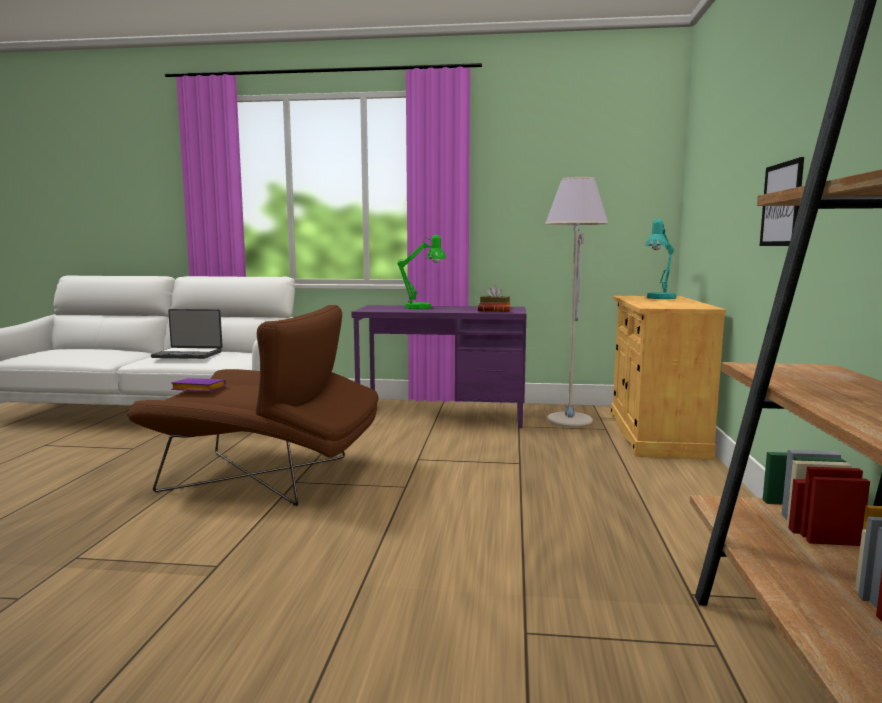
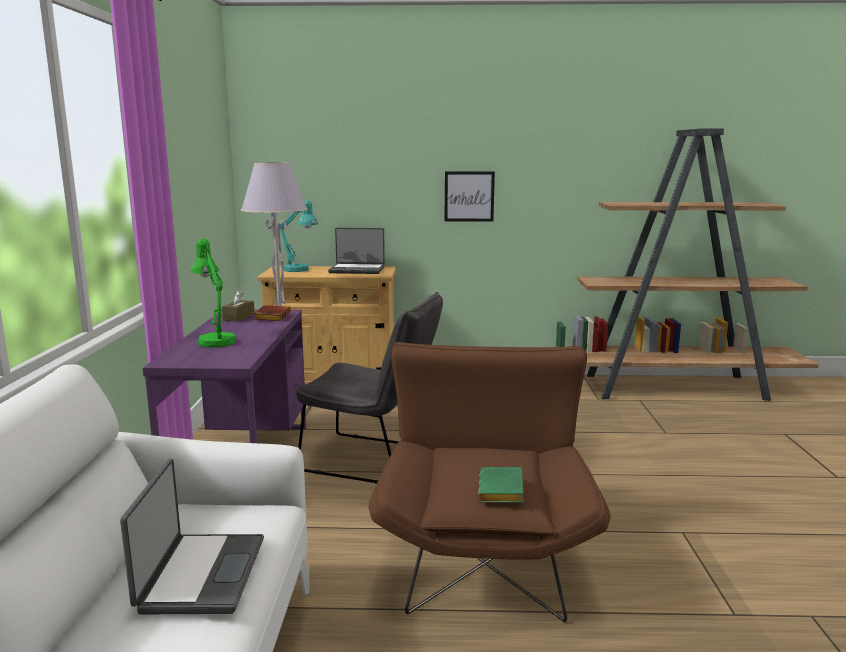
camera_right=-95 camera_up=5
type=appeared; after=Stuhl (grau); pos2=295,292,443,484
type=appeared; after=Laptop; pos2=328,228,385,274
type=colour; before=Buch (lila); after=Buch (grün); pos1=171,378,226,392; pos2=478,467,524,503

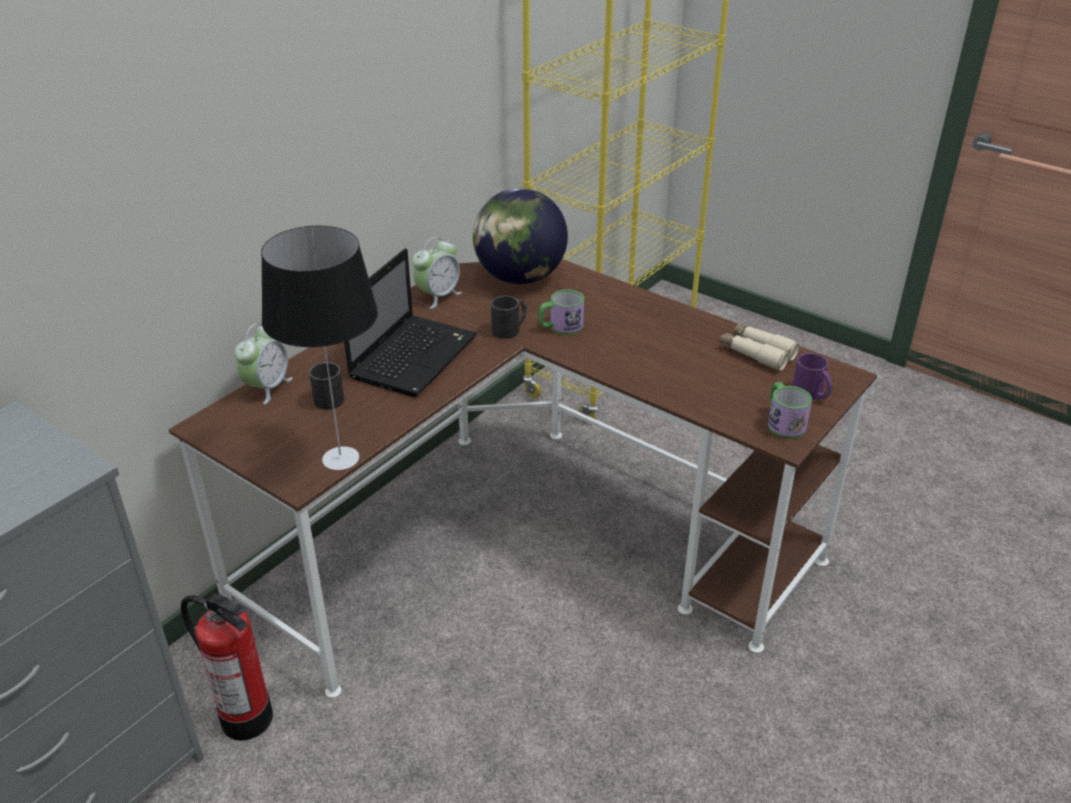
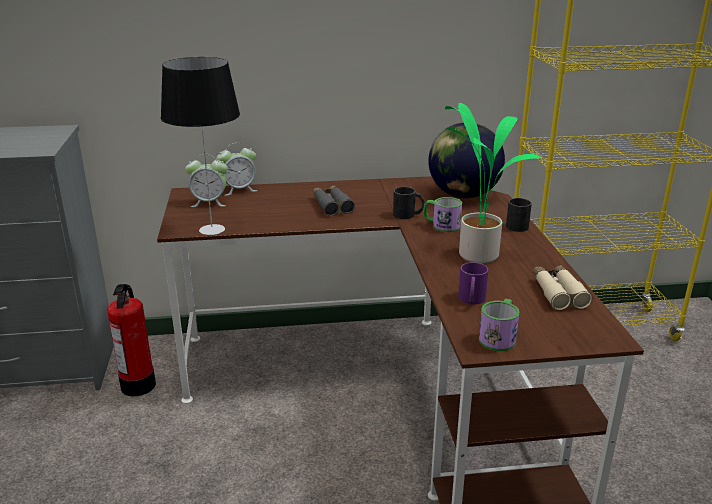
camera_right=45 camera_up=-10
type=relocated; before=Wecker; pos1=412,237,462,309; pos2=185,154,227,207
type=exchanged; before=Laptop; after=Fernglas (grau); pos1=344,249,477,397; pos2=313,186,355,216
type=appeared; after=Topfpflanze; pos2=445,103,541,263
type=relocated; before=Henkelbecher (lila); pos1=792,353,832,400; pos2=458,262,488,305
type=relocated; before=Henkelbecher (schwarz); pos1=309,362,344,410; pos2=506,198,532,232

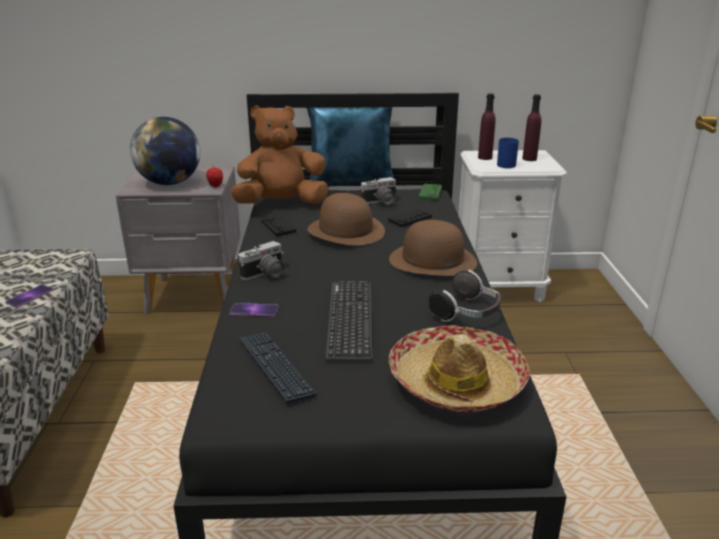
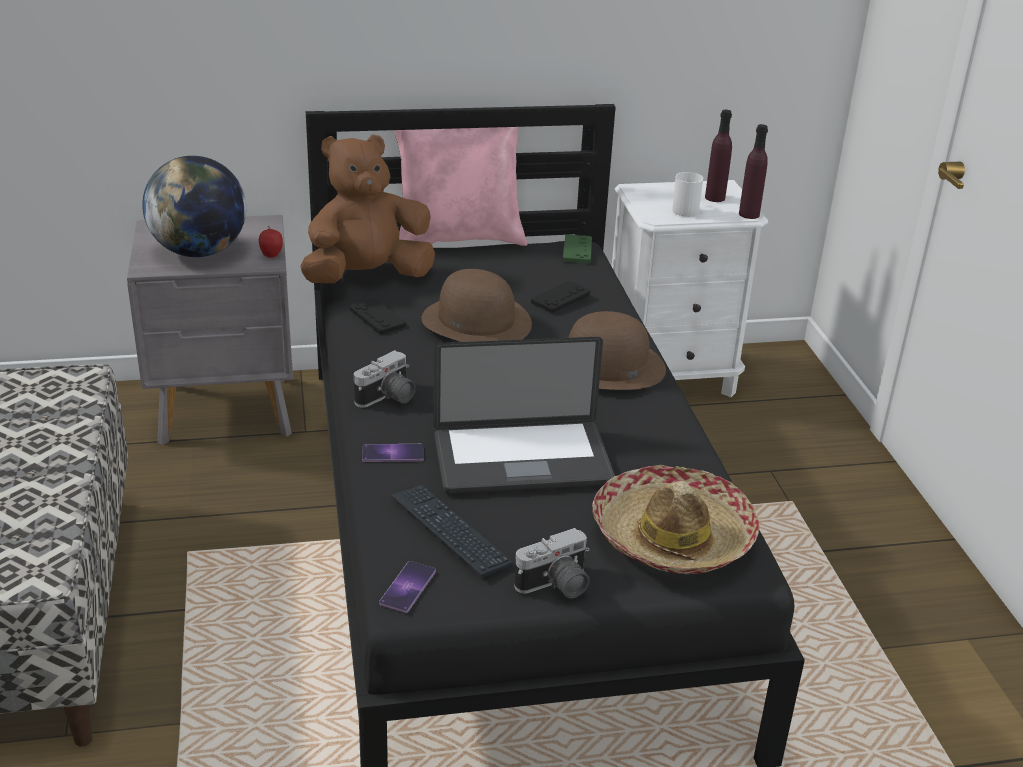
camera_right=-10 camera_up=5
type=relocated; before=Handy; pos1=5,285,54,308; pos2=379,561,436,613
type=colour; before=Kissen (blau); after=Kissen (rosa); pos1=307,107,397,189; pos2=394,127,528,246
type=exchanged; before=Tastatur; after=Laptop; pos1=325,281,373,361; pos2=433,337,615,494
type=relocated; before=Kamera; pos1=361,177,397,205; pos2=514,528,590,598
type=colour; before=Henkelbecher (blau); after=Henkelbecher (weiß); pos1=497,138,519,168; pos2=672,172,703,217
type=relocated; before=Flasche (lila); pos1=478,93,496,160; pos2=739,124,768,219
type=missing; before=Kopfhörer; pos1=428,270,501,322

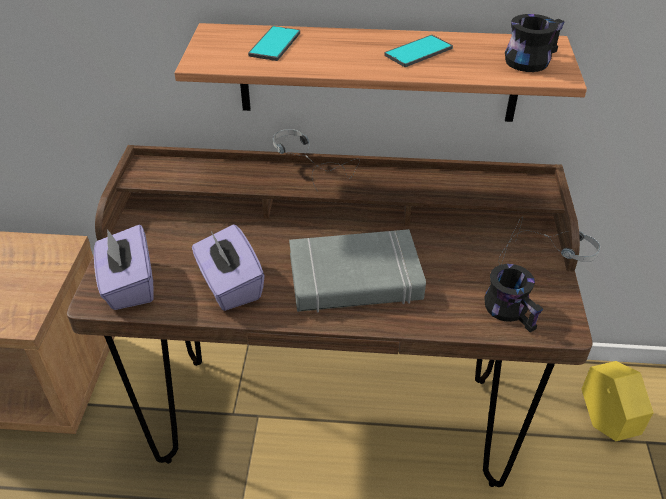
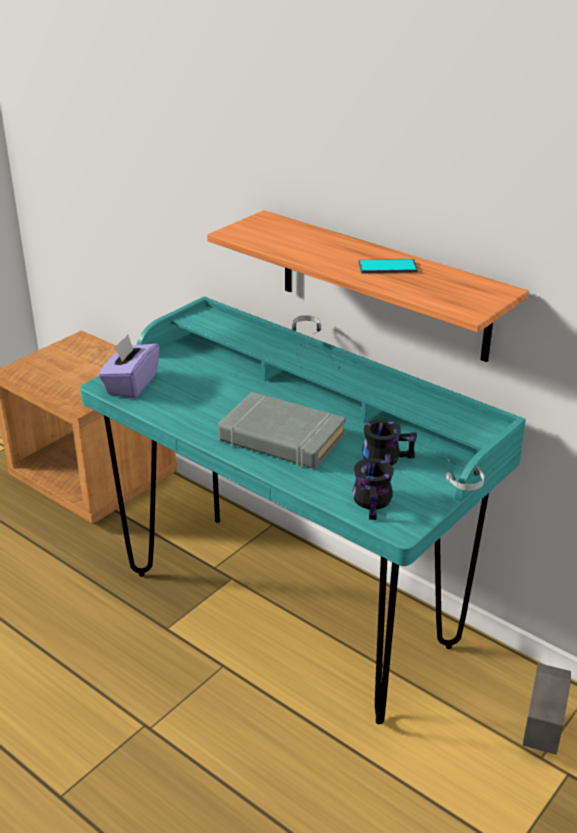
camera_right=35 camera_up=-10
type=colour; before=Schreibtisch (braun); after=Schreibtisch (türkis); pos1=67,145,593,487; pos2=80,296,526,724
type=relocated; before=Henkelbecher (schwarz); pos1=505,14,565,72; pos2=362,419,417,465
type=colour; before=Pflanzkübel (gelb); after=Pflanzkübel (grau); pos1=582,361,653,441; pos2=522,663,571,754
type=missing; before=Taschentuchbox (lila); pos1=192,224,265,311
type=missing; before=Handy; pos1=248,26,300,61

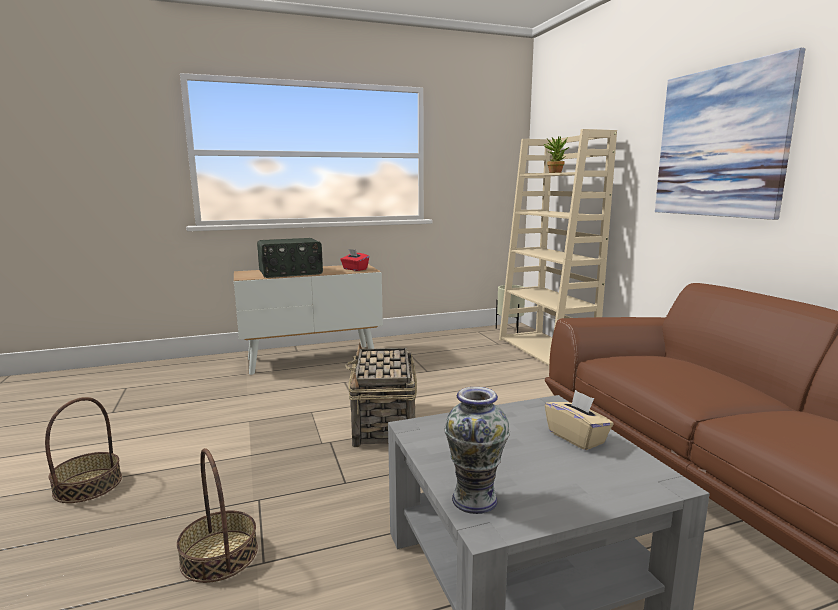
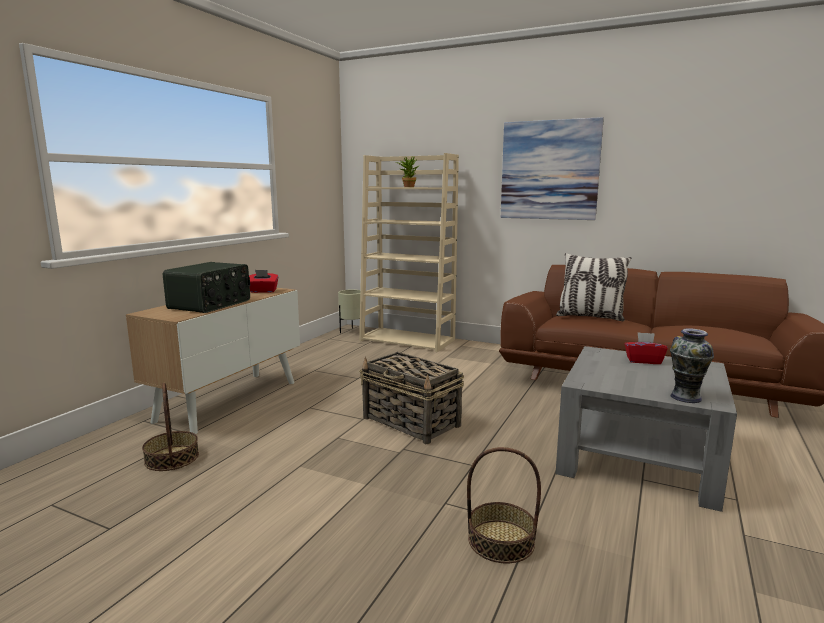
camera_right=-45 camera_up=0
type=relocated; before=Korb; pos1=45,397,122,503; pos2=142,383,199,471
type=appeared; after=Kissen; pos2=556,253,631,321
type=colour; before=Taschentuchbox (beige); after=Taschentuchbox (rot); pos1=545,390,614,450; pos2=625,332,668,364

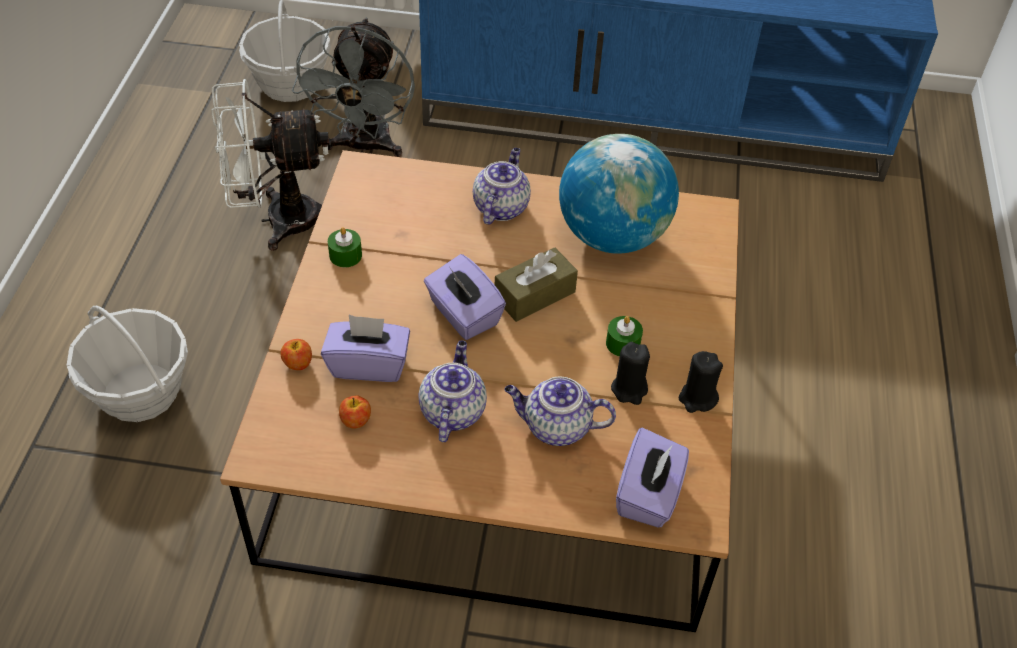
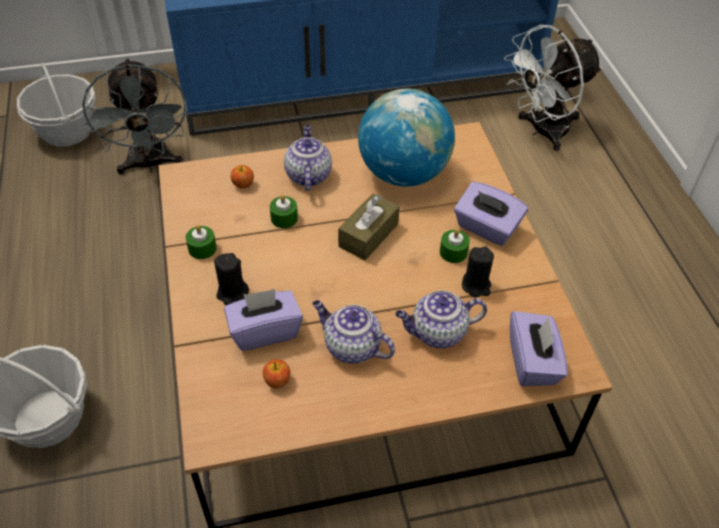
camera_right=-20 camera_up=0
type=relocated; before=Kerze (schwarz); pos1=679,351,723,413; pos2=214,253,249,305
type=relocated; before=Apfel; pos1=280,339,312,370; pos2=230,165,254,188
type=appeared; after=Kerze (grün); pos2=270,195,298,228
type=spun; before=Teekanne; pos1=418,341,487,442; pos2=312,300,395,364; turn=-45
type=relocated; before=Taschentuchbox (lila); pos1=424,254,506,340; pos2=454,182,528,246
type=relocated; before=Ventilator (weiß); pos1=212,79,329,251; pos2=504,25,602,151

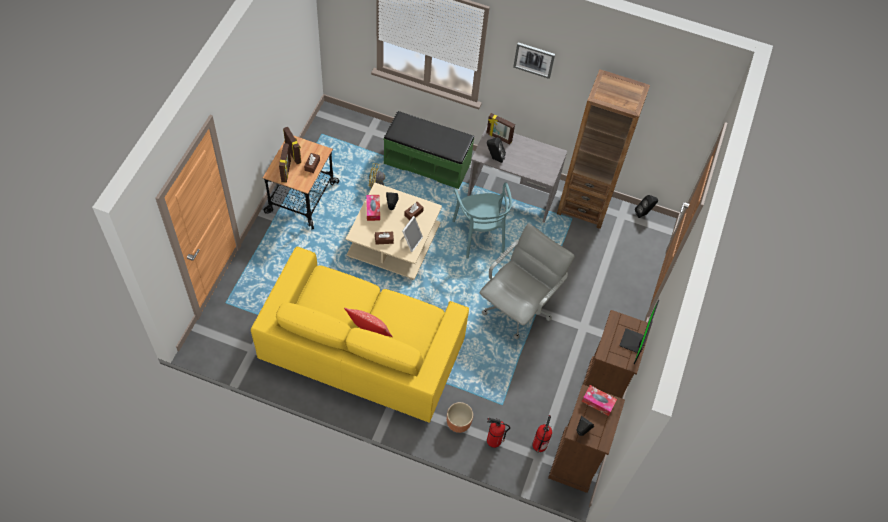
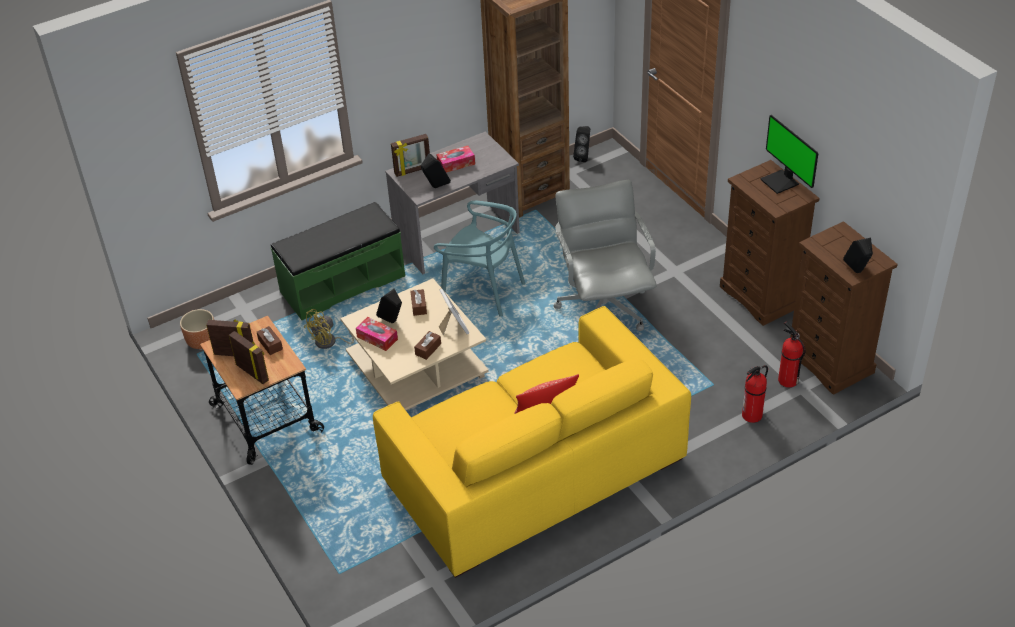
camera_right=-45 camera_up=-15
type=relocated; before=Pflanzkübel (braun); pos1=447,402,473,433; pos2=180,309,214,349
type=relocated; before=Taschentuchbox; pos1=582,385,617,416; pos2=436,146,475,173
type=missing; before=Bild; pos1=513,42,555,79

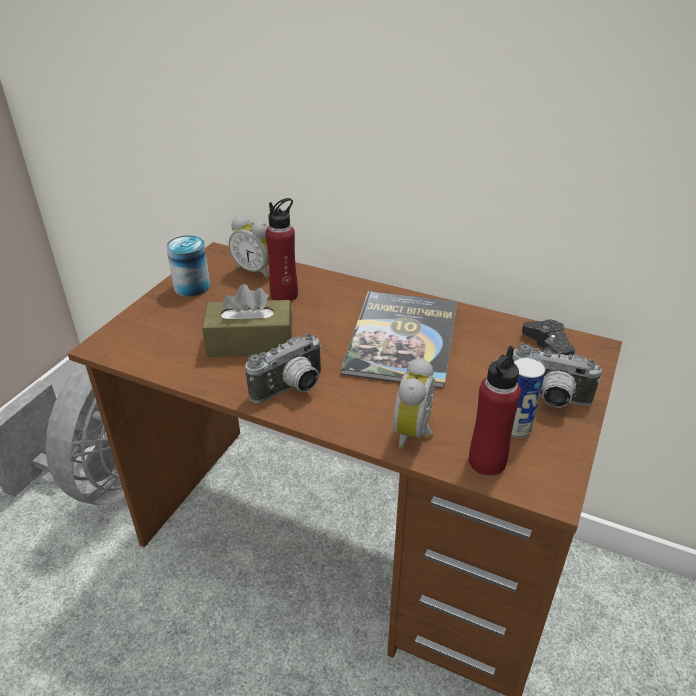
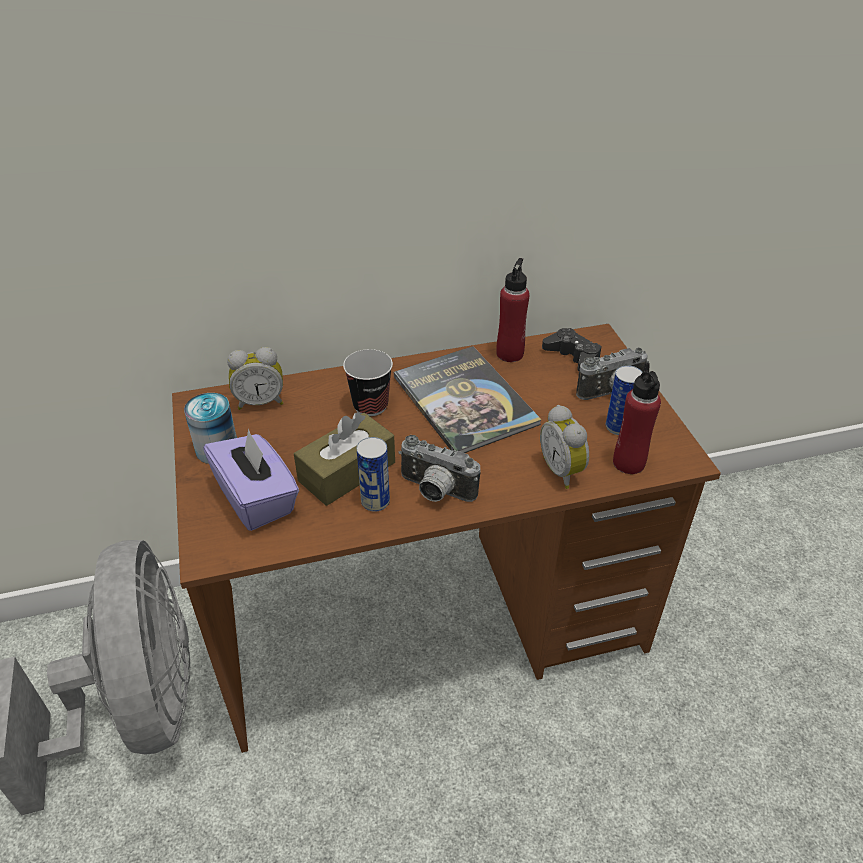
camera_right=-40 camera_up=5
type=appeared; after=Taschentuchbox (lila); pos2=203,429,299,531
type=appeared; after=Tasse; pos2=343,349,393,416
type=appeared; after=Dose; pos2=356,437,390,511
type=spun; before=Kamera; pos1=245,333,323,403; pos2=398,435,481,502; turn=105
type=relocated; before=Flasche (rot); pos1=265,198,298,302; pos2=496,258,530,362

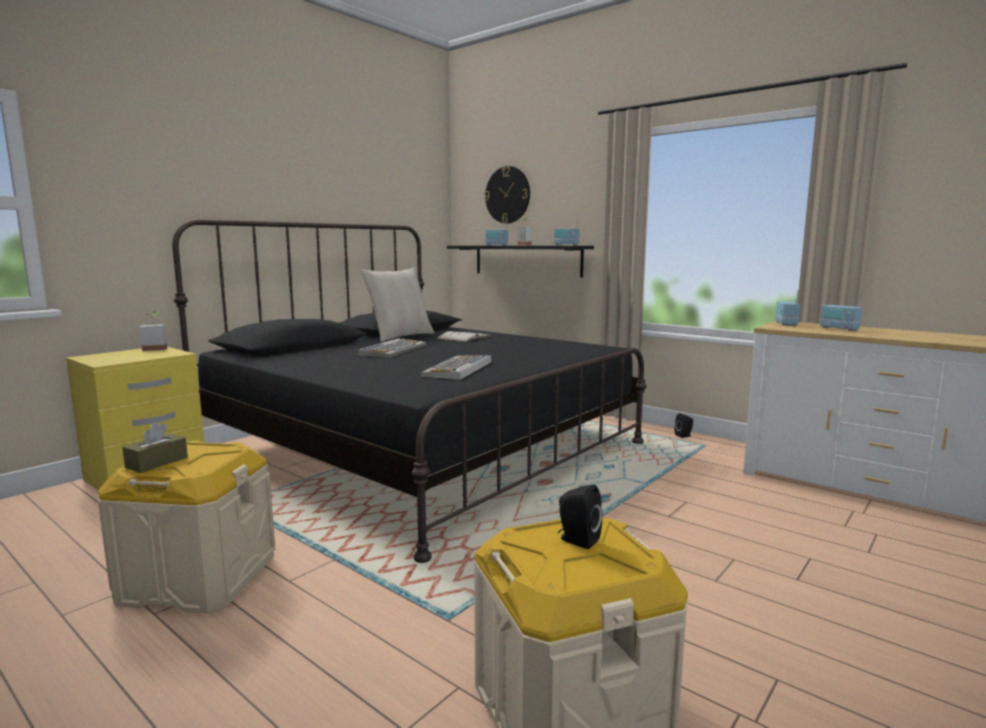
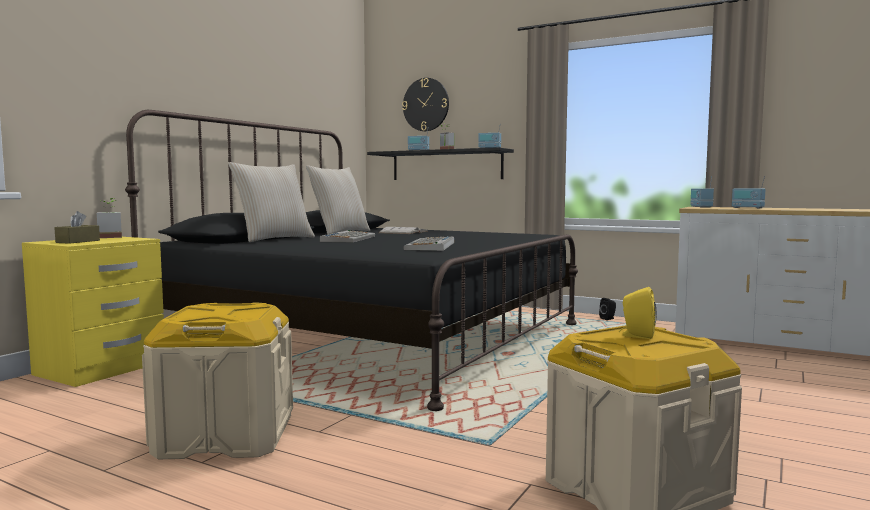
camera_right=-10 camera_up=-5
type=relocated; before=Taschentuchbox (braun); pos1=122,422,188,473; pos2=54,211,100,244
type=appeared; after=Kissen (beige); pos2=228,162,315,242
type=colour; before=Lautsprecher (schwarz); after=Lautsprecher (gelb); pos1=558,485,603,549; pos2=619,287,657,339

